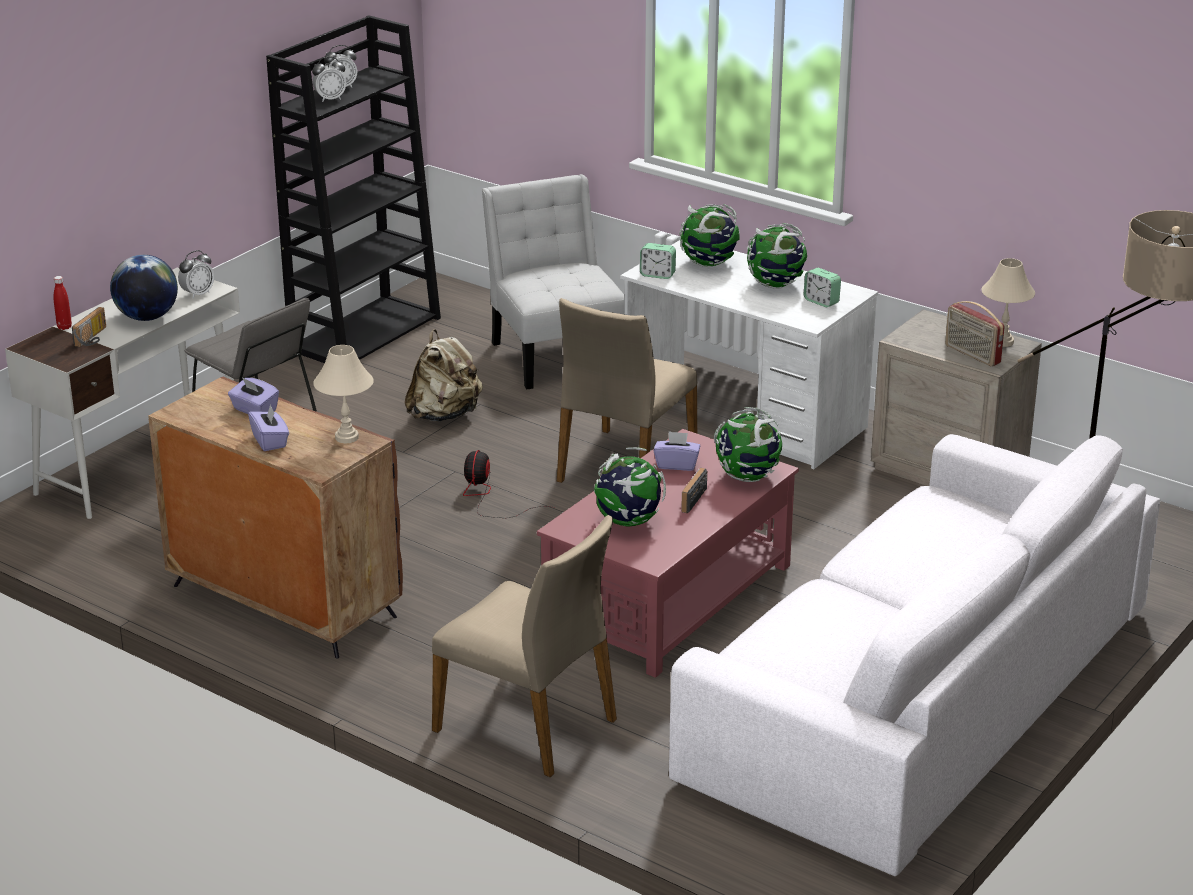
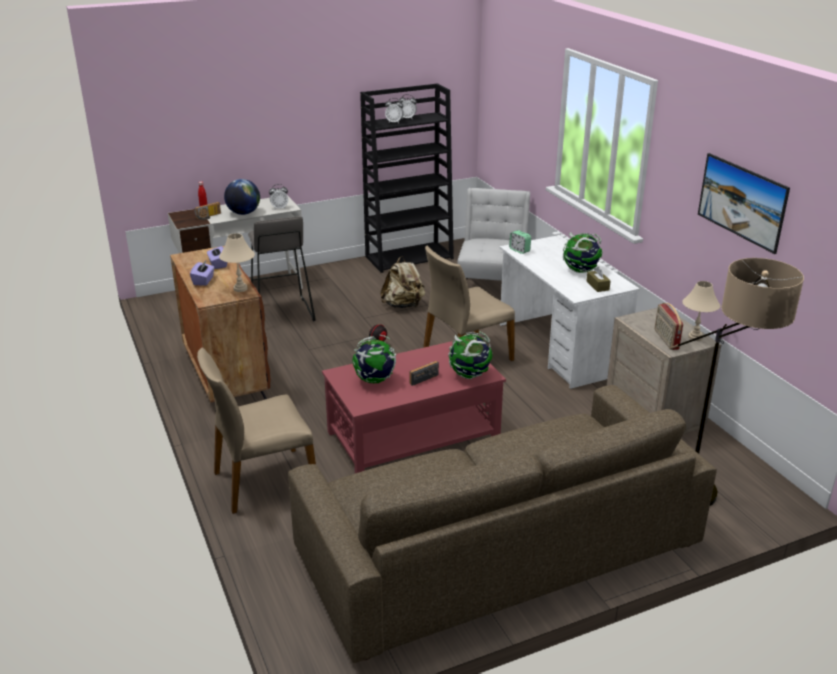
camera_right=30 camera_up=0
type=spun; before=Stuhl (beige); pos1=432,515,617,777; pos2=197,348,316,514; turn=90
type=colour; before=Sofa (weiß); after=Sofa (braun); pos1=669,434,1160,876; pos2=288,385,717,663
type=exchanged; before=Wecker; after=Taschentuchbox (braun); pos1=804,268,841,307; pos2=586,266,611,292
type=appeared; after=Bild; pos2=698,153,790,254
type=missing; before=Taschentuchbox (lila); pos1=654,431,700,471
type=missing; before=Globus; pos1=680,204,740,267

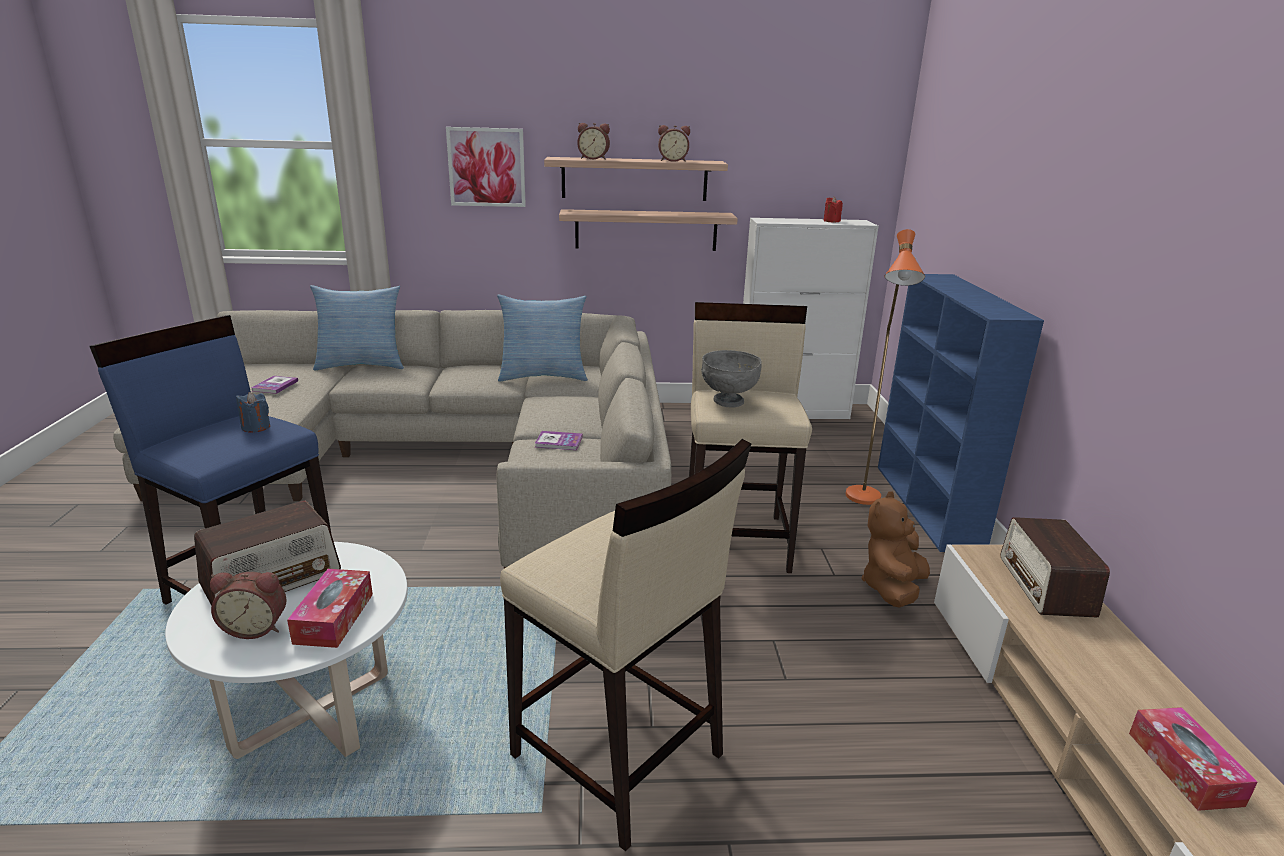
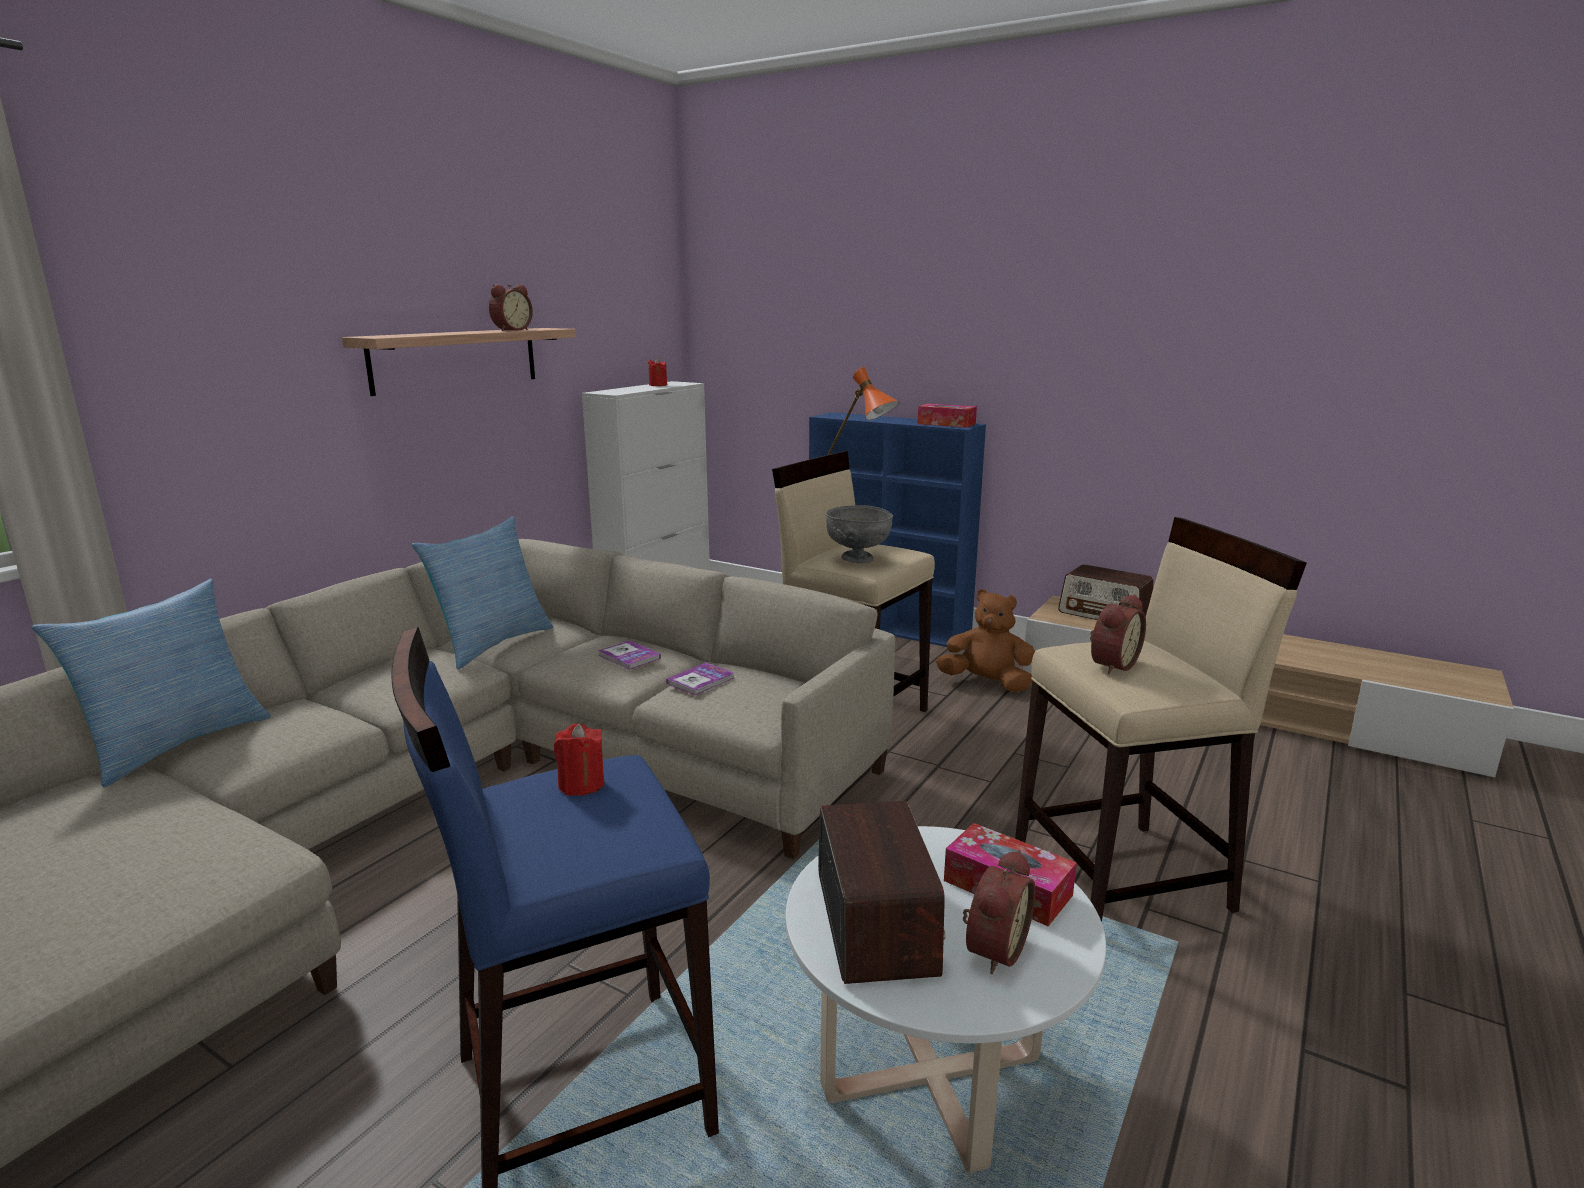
camera_right=-55 camera_up=-5
type=colour; before=Kerze (blau); after=Kerze (rot); pos1=236,392,270,433; pos2=554,724,604,796
type=relocated; before=Buch; pos1=251,376,298,394; pos2=598,640,661,670
type=relocated; before=Taschentuchbox; pos1=1129,707,1258,811; pos2=917,403,977,428
type=spun; before=Plüschtier (braun); pos1=861,491,930,608; pos2=936,589,1035,692; turn=135
type=relocated; before=Wecker; pos1=577,123,610,160; pos2=1090,594,1146,674
type=missing; before=Bild; pos1=446,127,526,207
type=missing; before=Wandregal; pos1=559,209,738,251

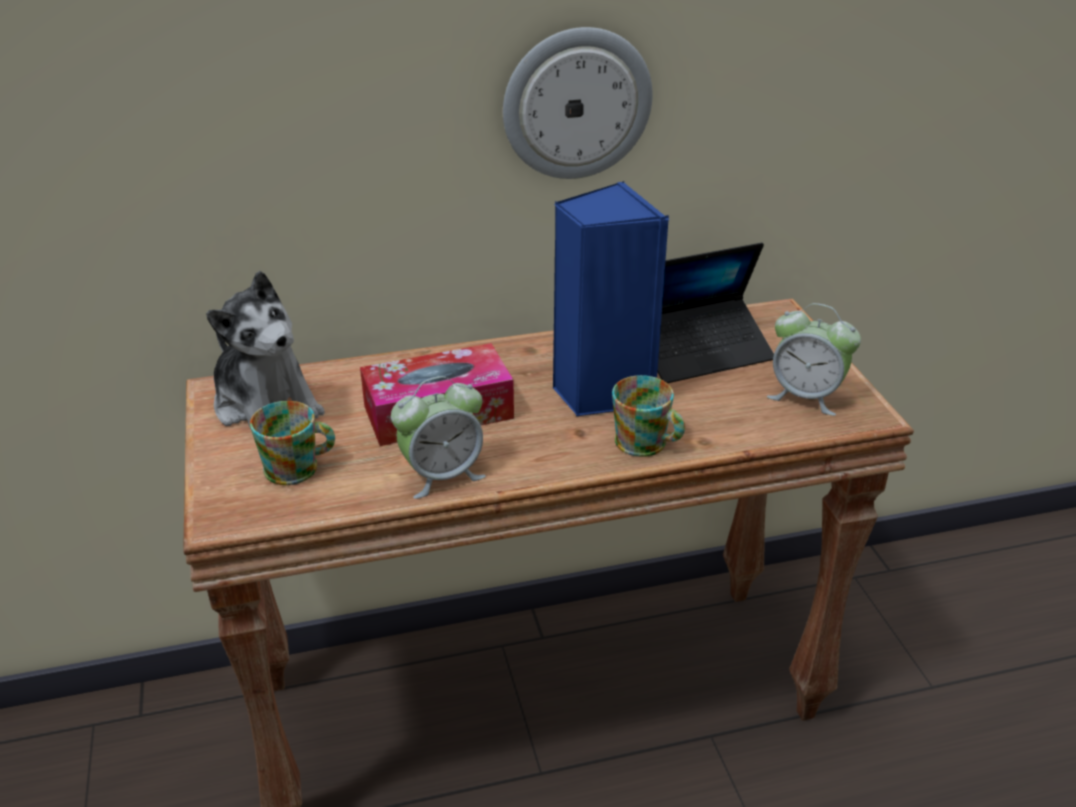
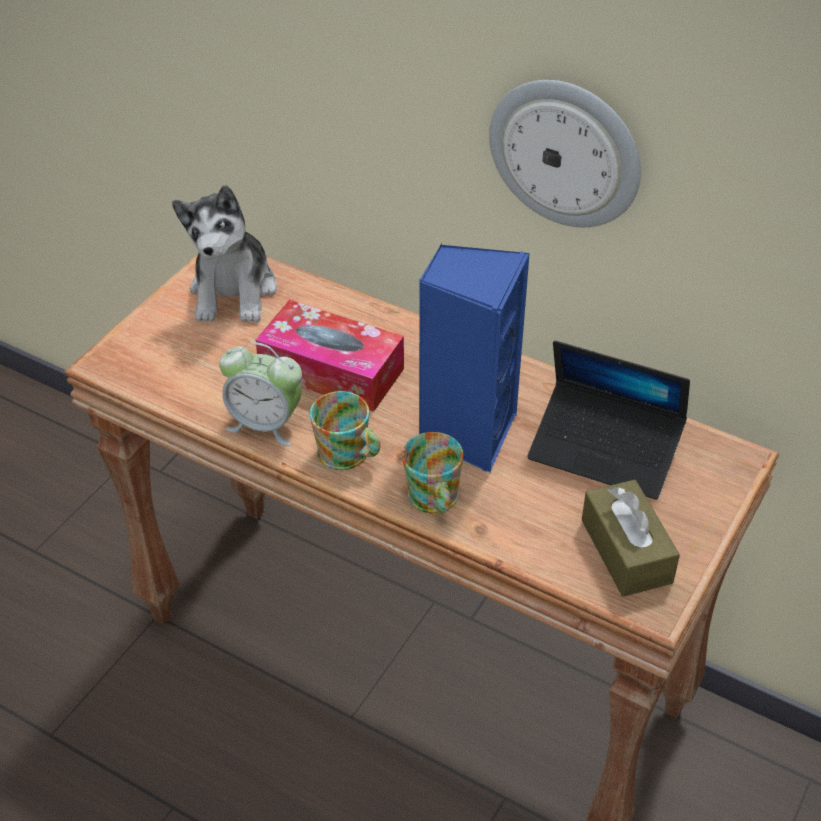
camera_right=45 camera_up=10
type=relocated; before=Henkelbecher; pos1=250,401,335,485; pos2=310,391,380,470
type=exchanged; before=Wecker; after=Taschentuchbox (braun); pos1=767,303,861,416; pos2=582,480,680,597

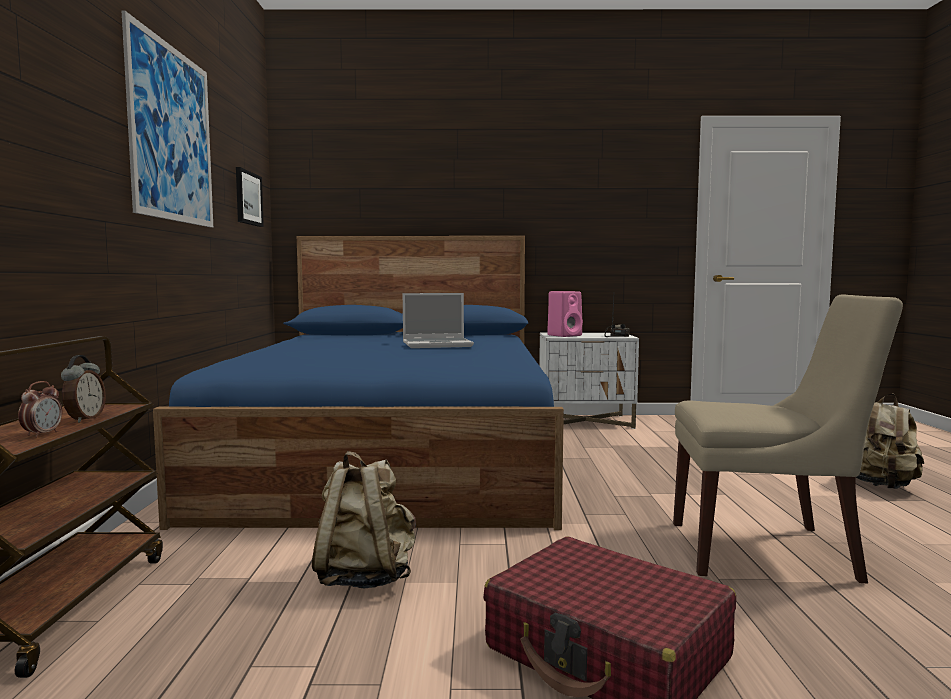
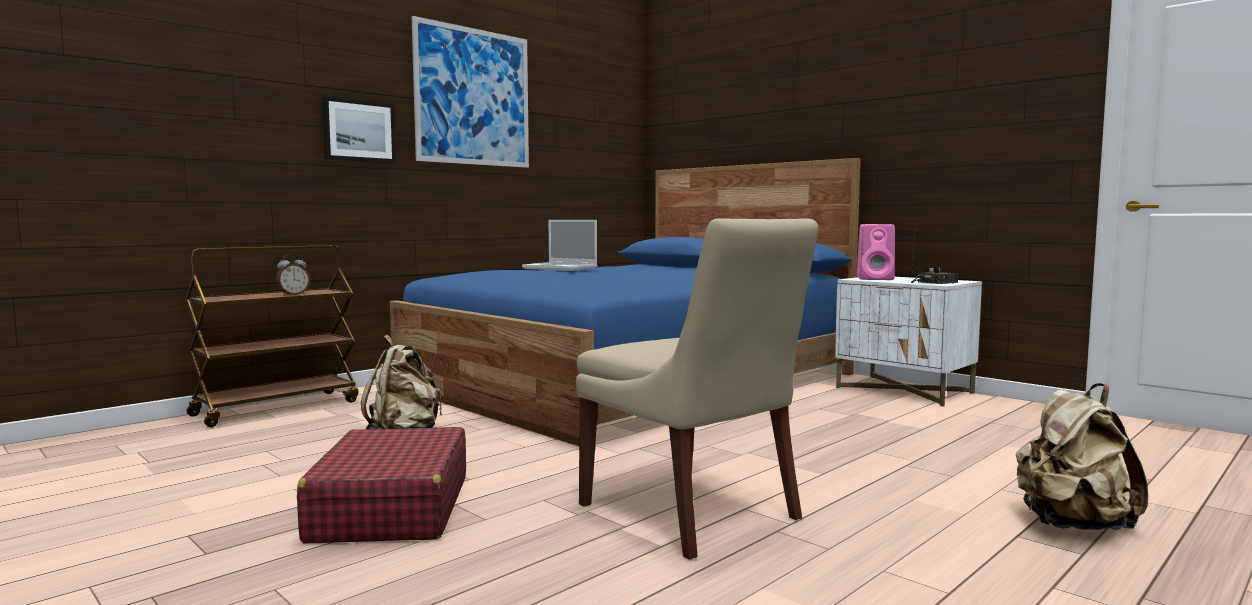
camera_right=45 camera_up=0
type=relocated; before=Bild; pos1=236,167,264,227; pos2=322,96,396,163
type=relocated; before=Laptop; pos1=403,293,474,348; pos2=522,220,597,271
type=missing; before=Wecker; pos1=18,381,62,437

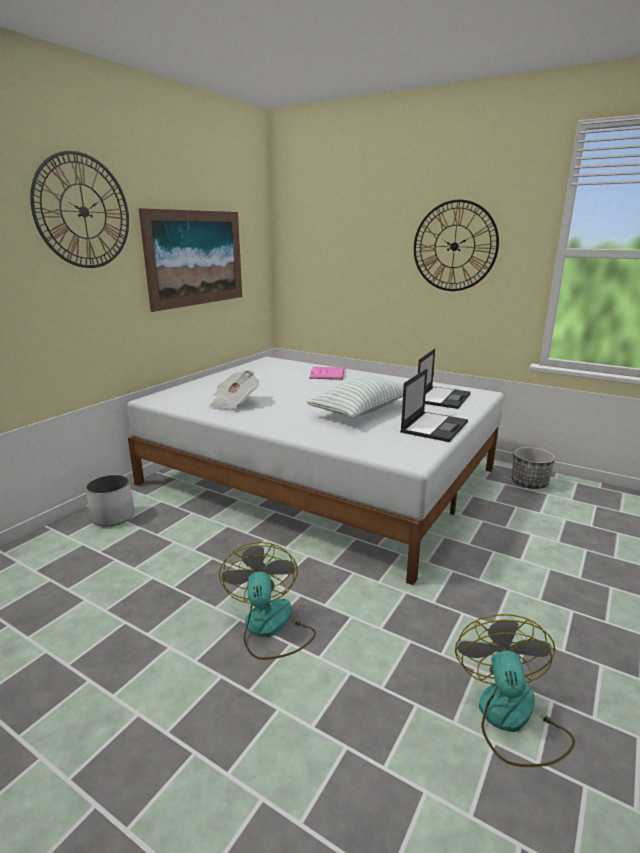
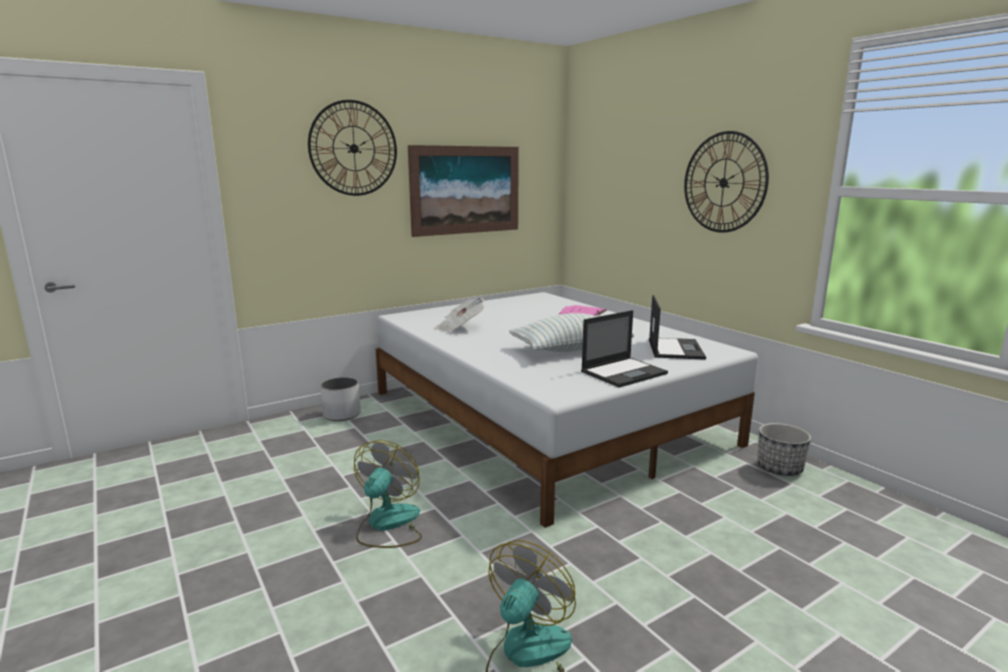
camera_right=25 camera_up=-5
type=spun; before=Laptop; pos1=418,349,471,409; pos2=649,295,706,360; turn=-45

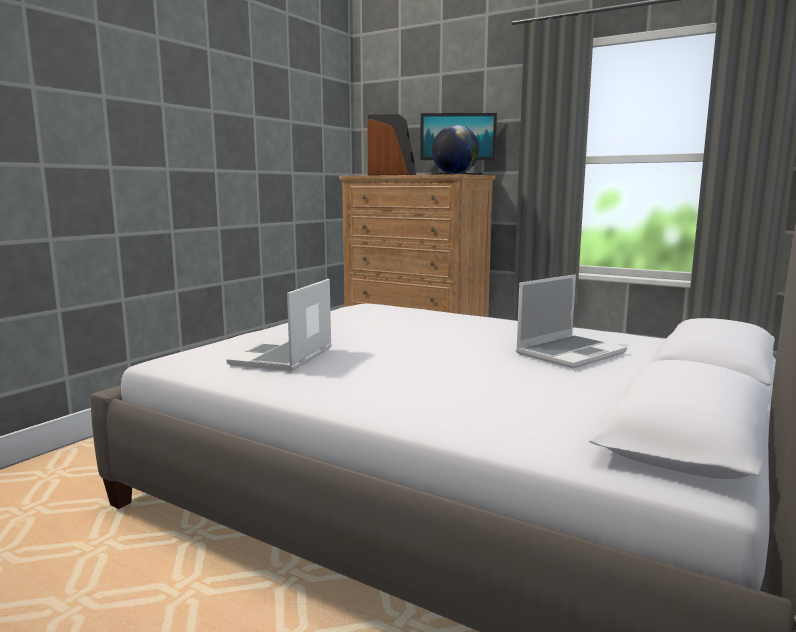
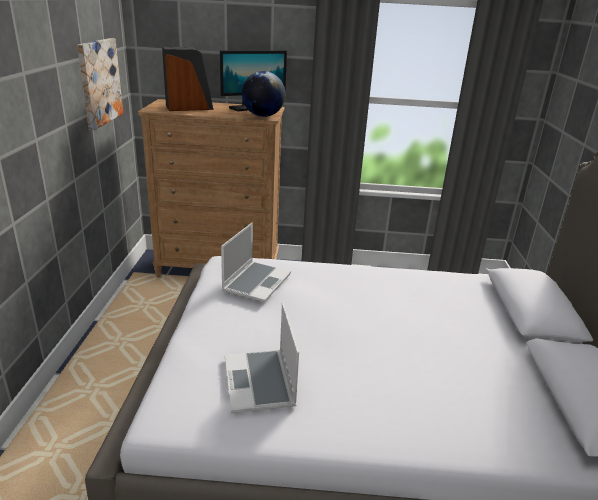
camera_right=-30 camera_up=15
type=appeared; after=Bild; pos2=77,38,123,130
type=relocated; before=Laptop; pos1=516,274,627,369; pos2=221,222,291,302

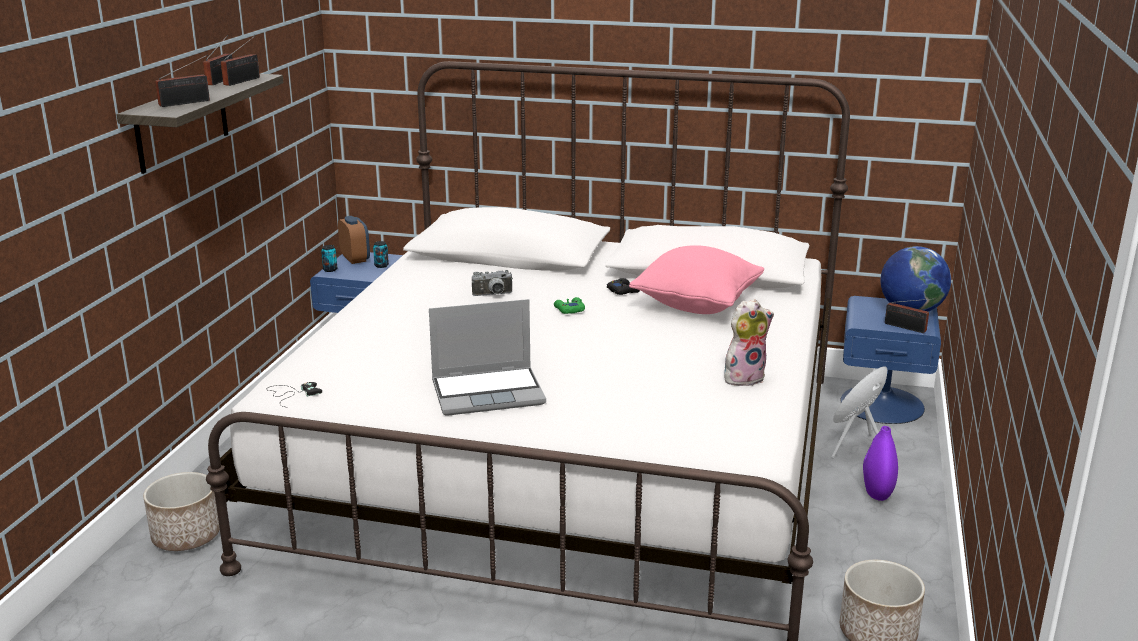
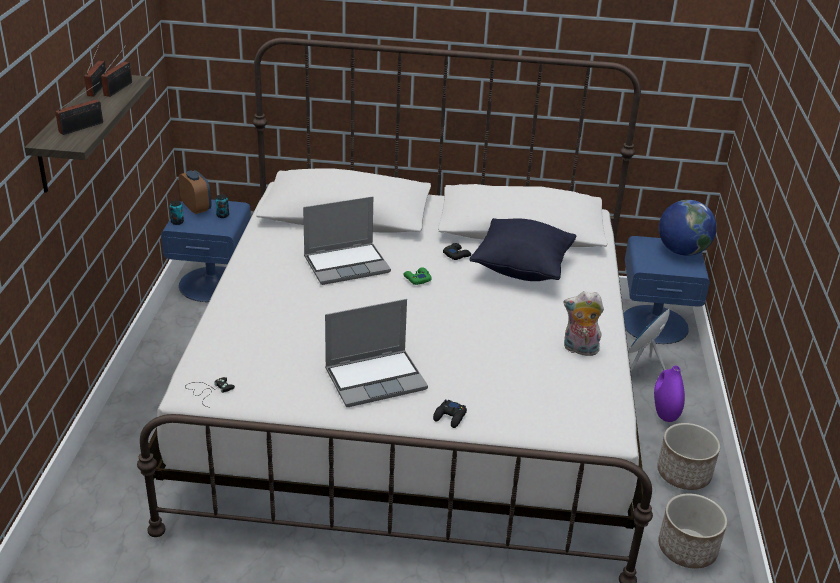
camera_right=-10 camera_up=10
type=exchanged; before=Kamera; after=Laptop; pos1=472,270,512,296; pos2=303,196,391,285
type=appeared; after=Gamepad (schwarz); pos2=433,399,467,428
type=colour; before=Kissen (rosa); after=Kissen (schwarz); pos1=629,245,764,314; pos2=469,218,576,281
type=spun; before=Plüschtier; pos1=724,299,774,386; pos2=564,291,604,356; turn=-135
type=relocated; before=Pflanzkübel; pos1=143,472,220,551; pos2=657,423,720,490
type=missing; before=Radio; pos1=885,298,936,333

